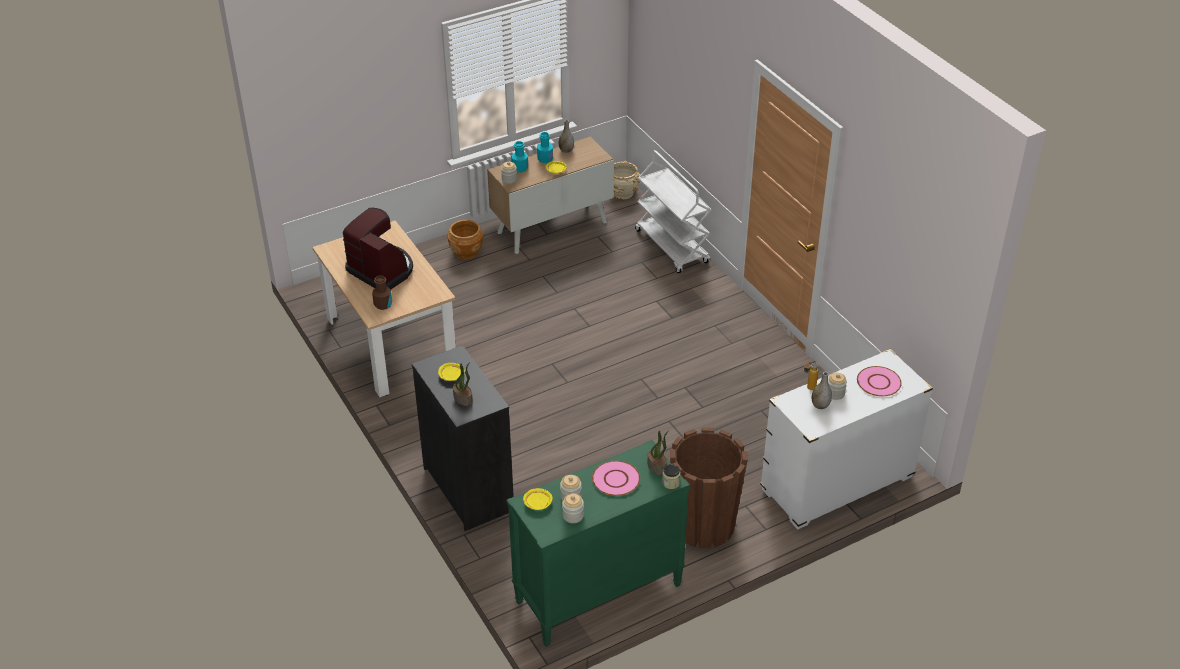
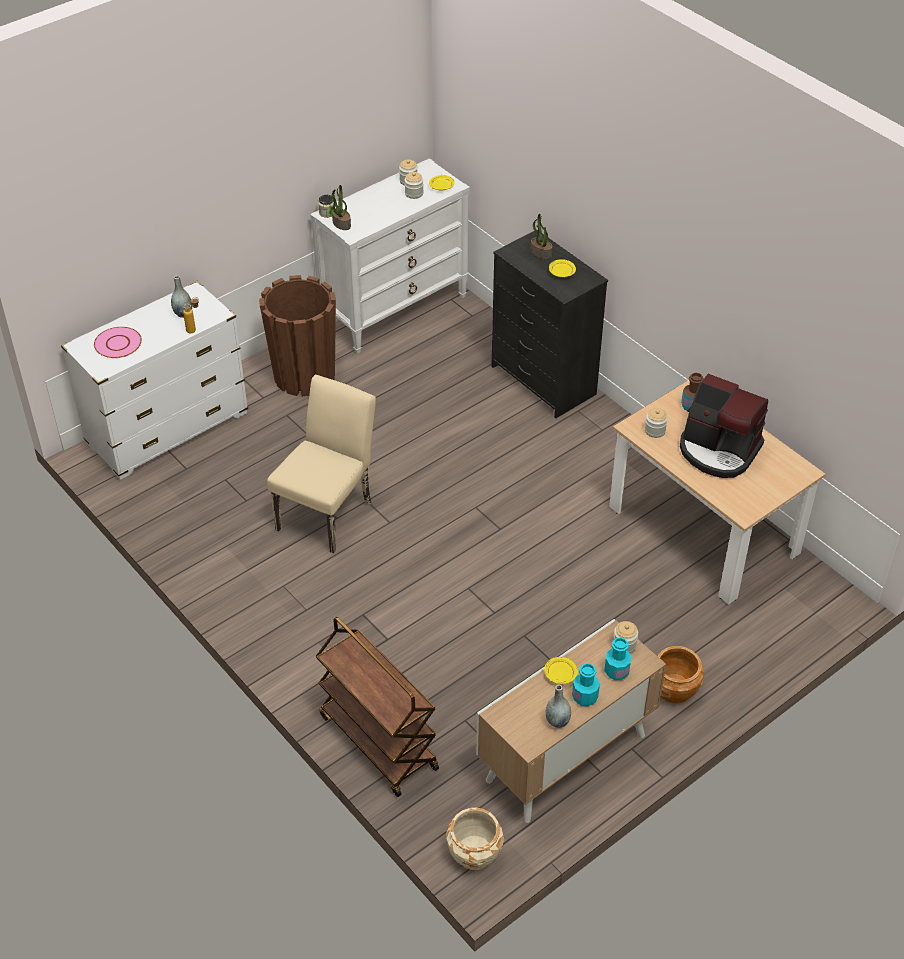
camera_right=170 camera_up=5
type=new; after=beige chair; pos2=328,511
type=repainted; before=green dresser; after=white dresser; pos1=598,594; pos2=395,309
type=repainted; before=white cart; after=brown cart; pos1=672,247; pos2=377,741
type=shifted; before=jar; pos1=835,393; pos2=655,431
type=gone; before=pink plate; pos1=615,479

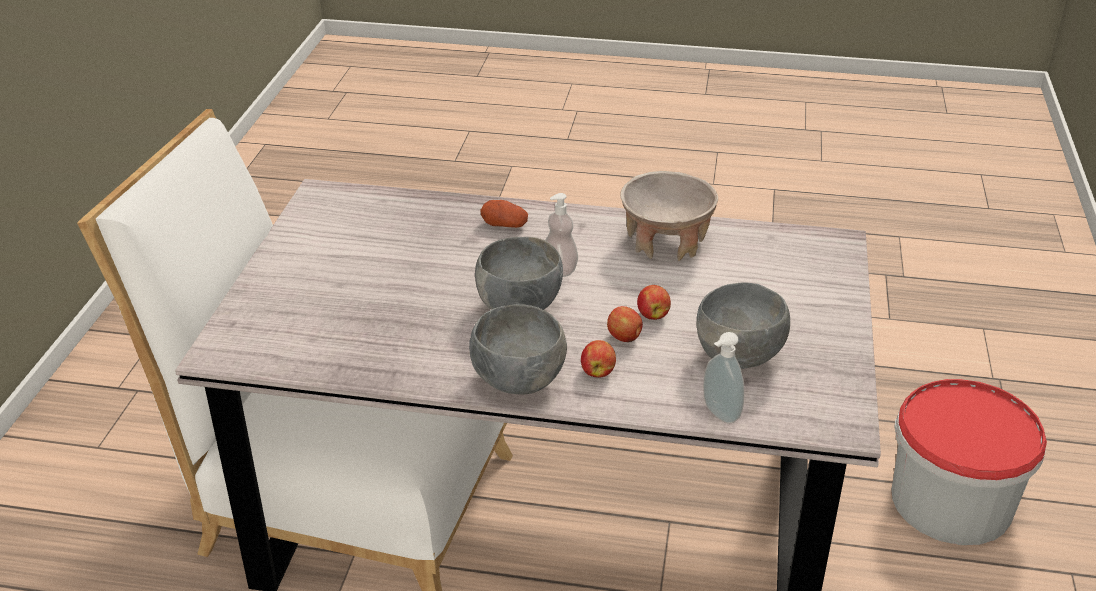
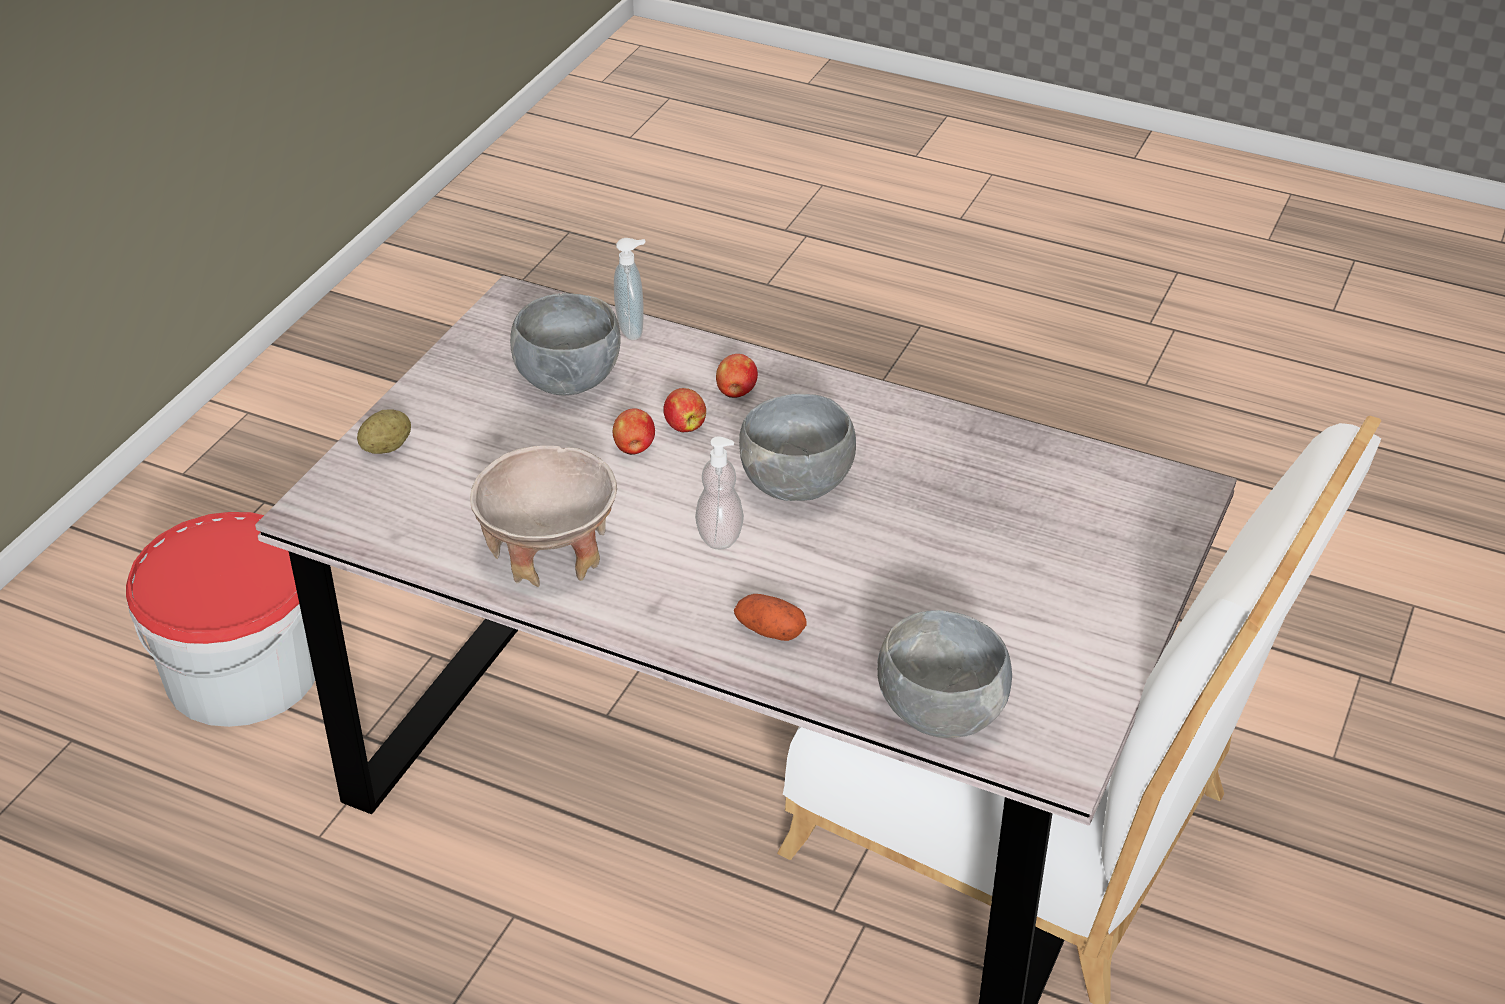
camera_right=-165 camera_up=5
type=new; after=potato; pos2=386,447
type=shifted; before=grey bowl; pos1=517,380; pos2=941,716

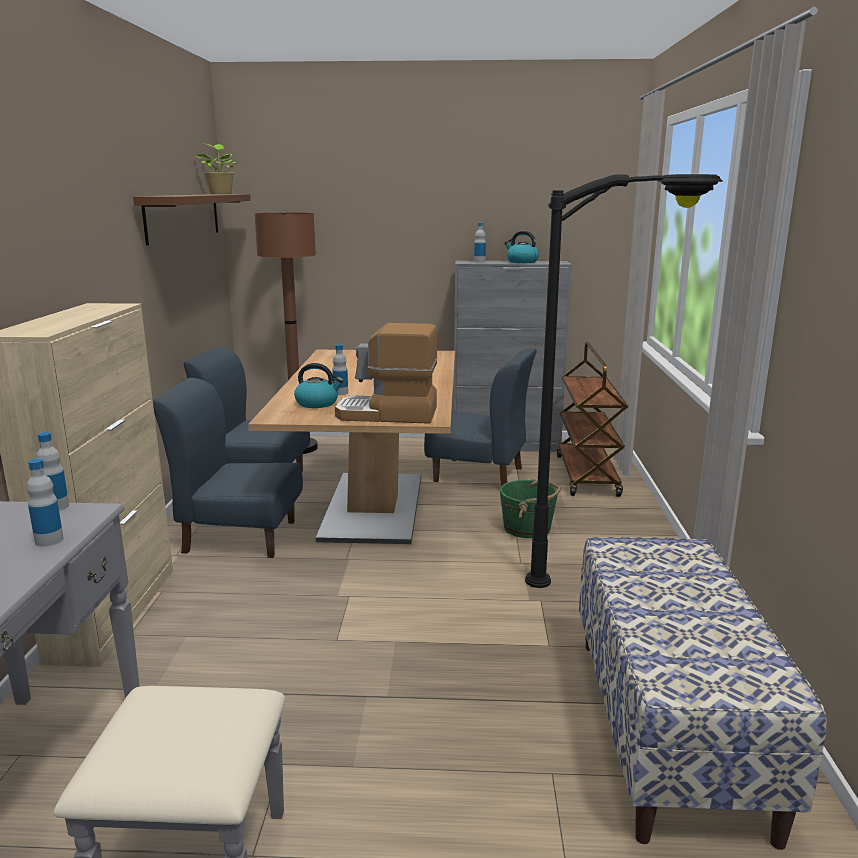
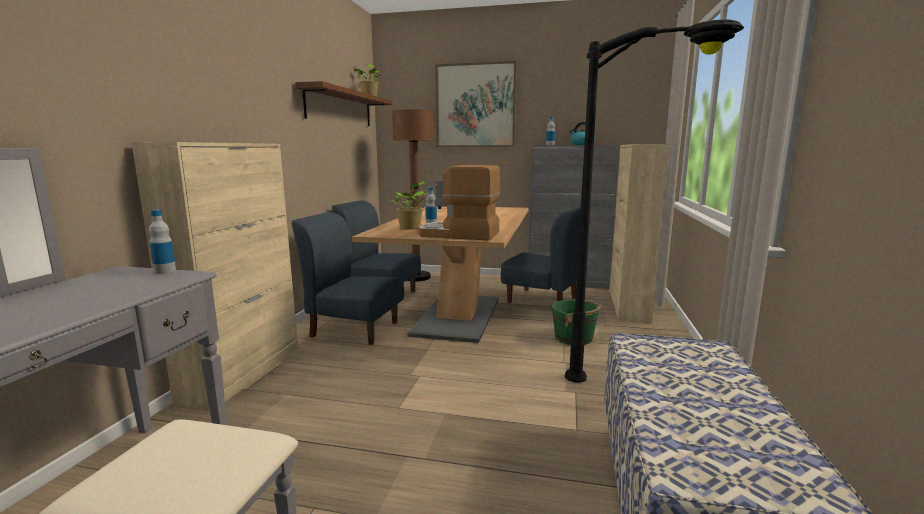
camera_right=10 camera_up=-5
type=swapped; before=kettle; after=potted plant; pos1=317,403; pos2=410,228
type=new; after=picture; pos2=475,105
type=swapped; before=brown cart; after=beige cabinet; pos1=587,476; pos2=628,305
type=gone; before=bottle; pos1=49,540

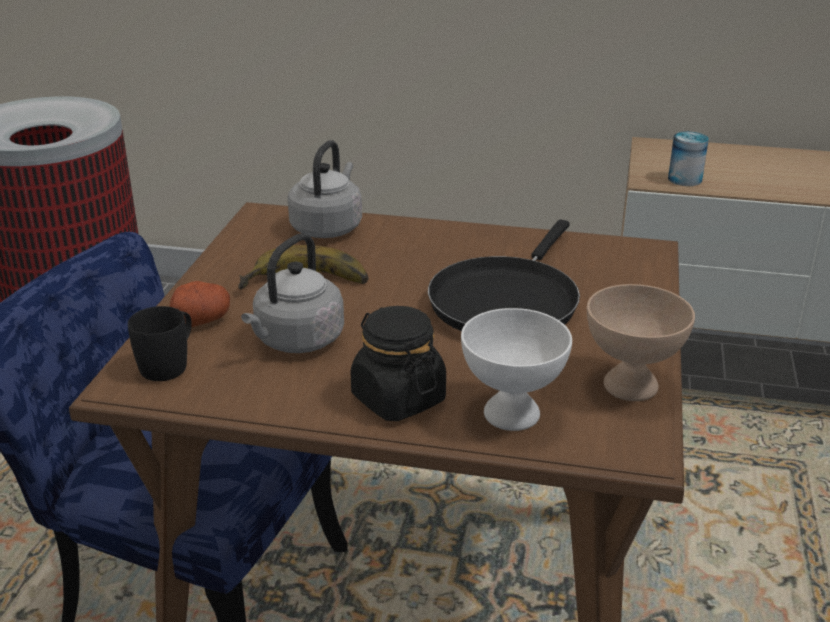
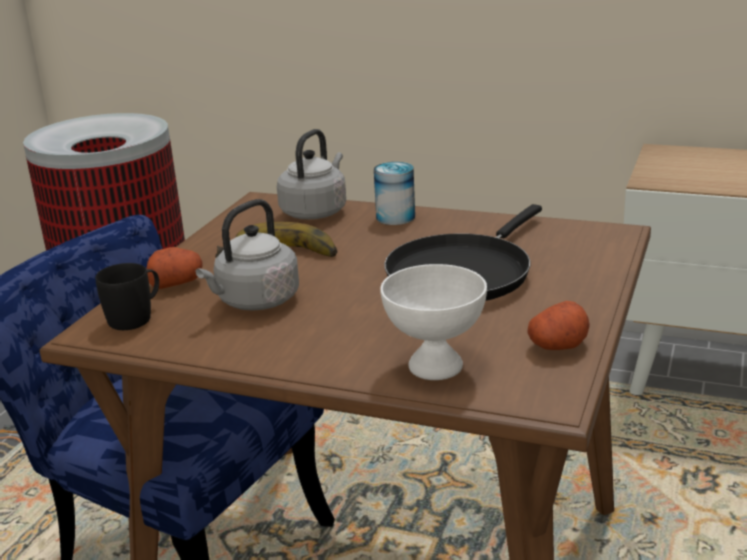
camera_right=10 camera_up=-5
type=shifted; before=can; pos1=685,179; pos2=395,217
type=swapped; before=beige bowl; after=potato; pos1=628,385; pos2=558,346
type=gone; before=black jar; pos1=398,398

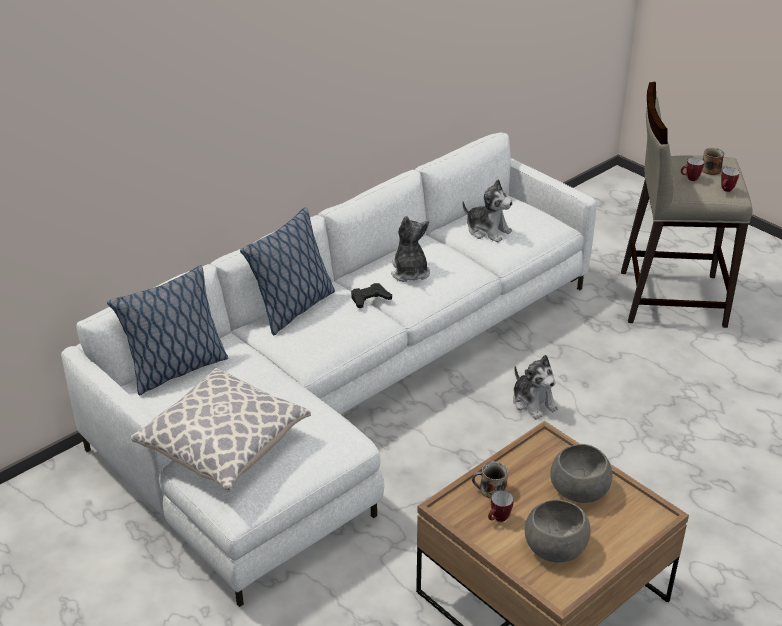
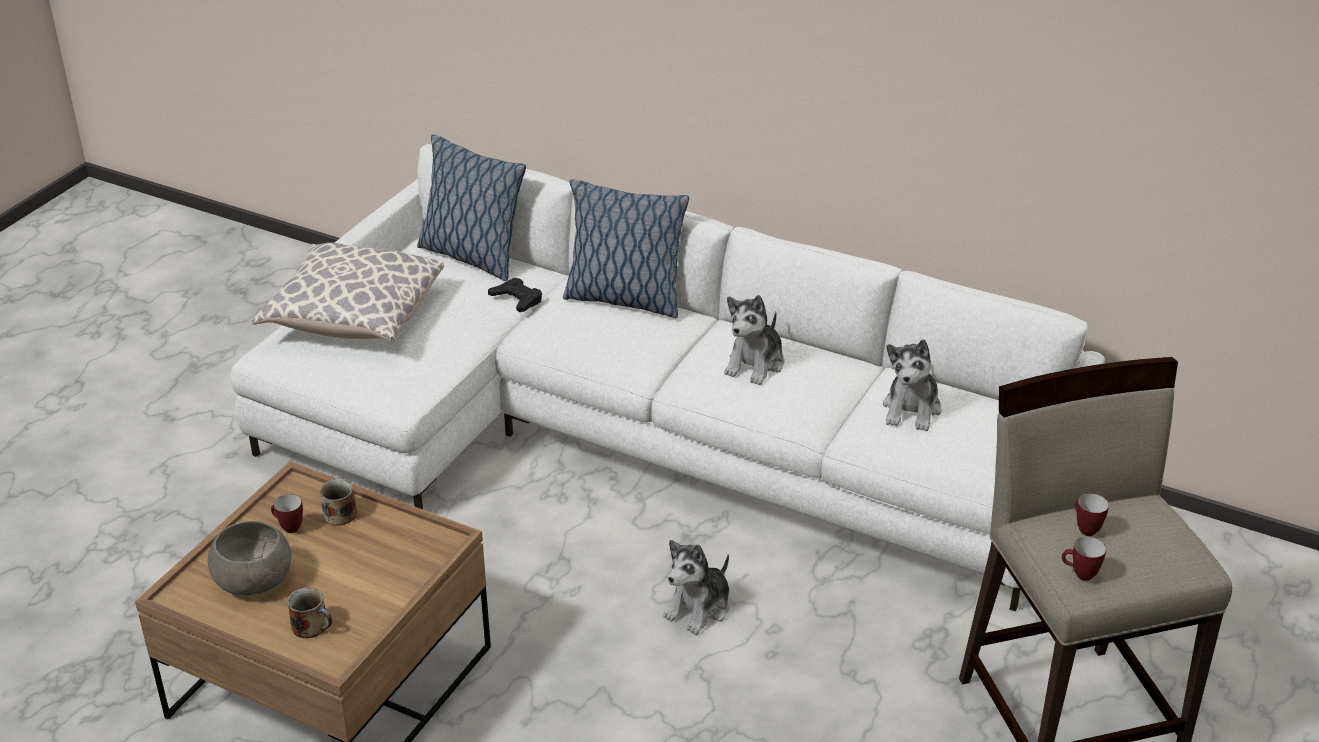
camera_right=70 camera_up=0
type=shifted; before=mug; pos1=711,169; pos2=312,626
type=shifted; before=black game controller; pos1=370,299; pos2=517,299
type=rotated; before=plush toy; pos1=409,272; pos2=755,364; turn=150
type=gone; before=grey bowl; pos1=578,489

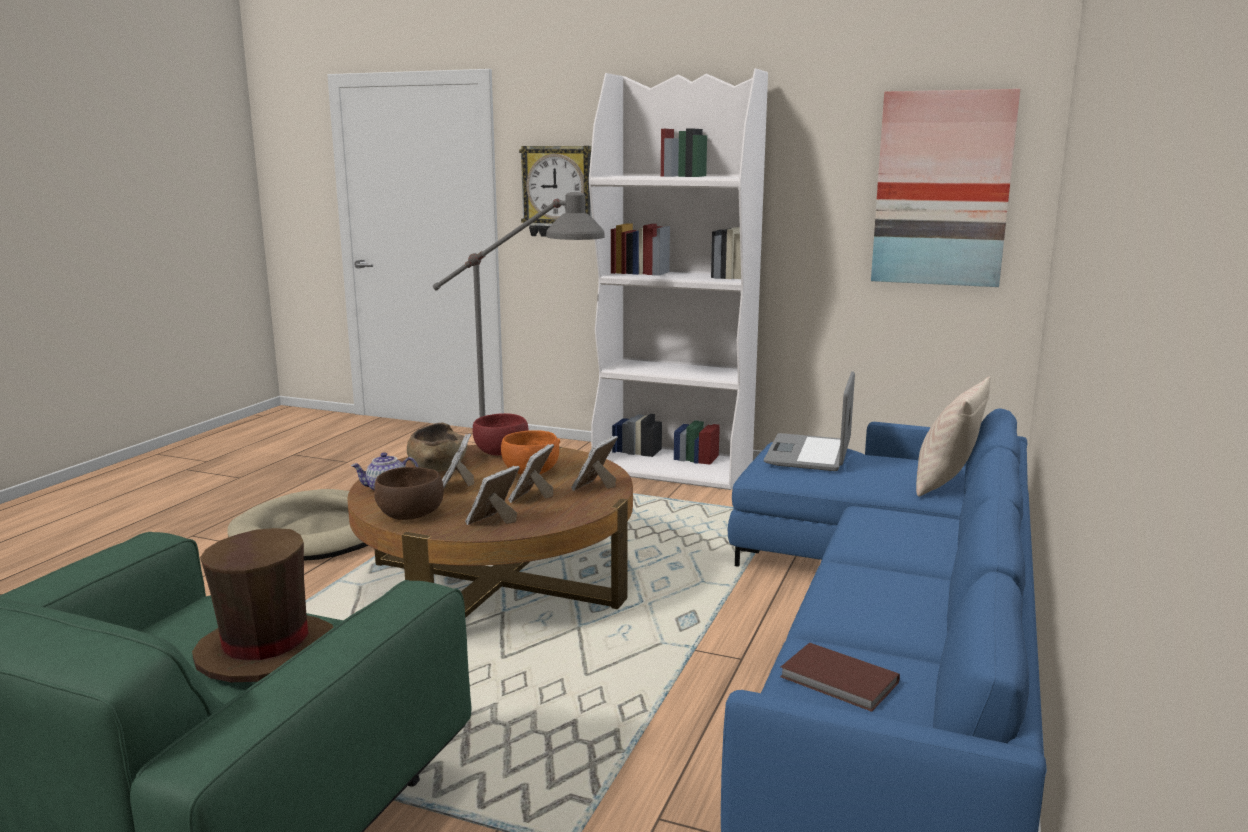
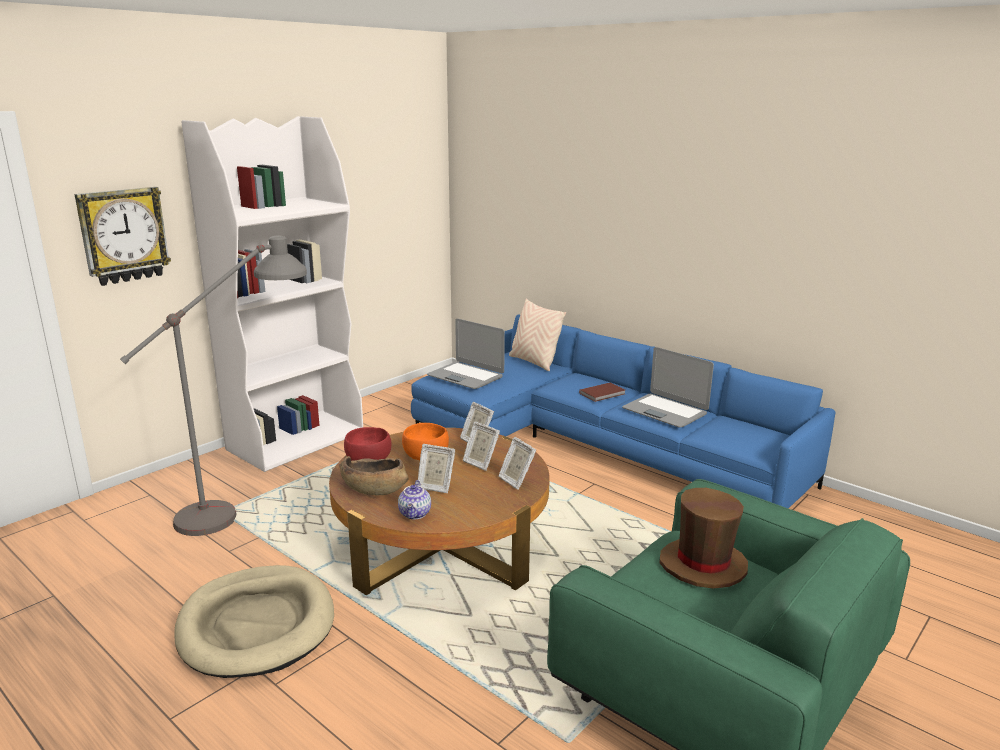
camera_right=-70 camera_up=5
type=shifted; before=brown book; pos1=839,681; pos2=603,394
type=new; after=laptop; pos2=665,411
type=gone; before=brown bowl; pos1=411,515
type=gone; before=picture; pos1=942,189

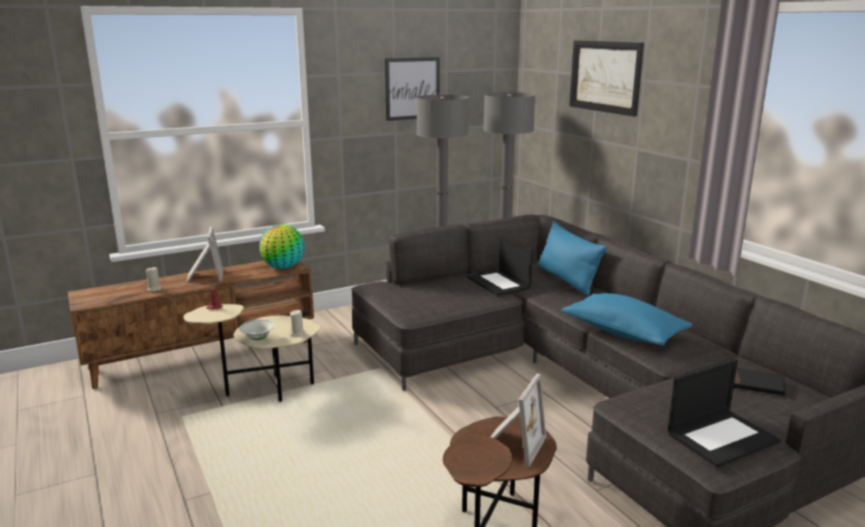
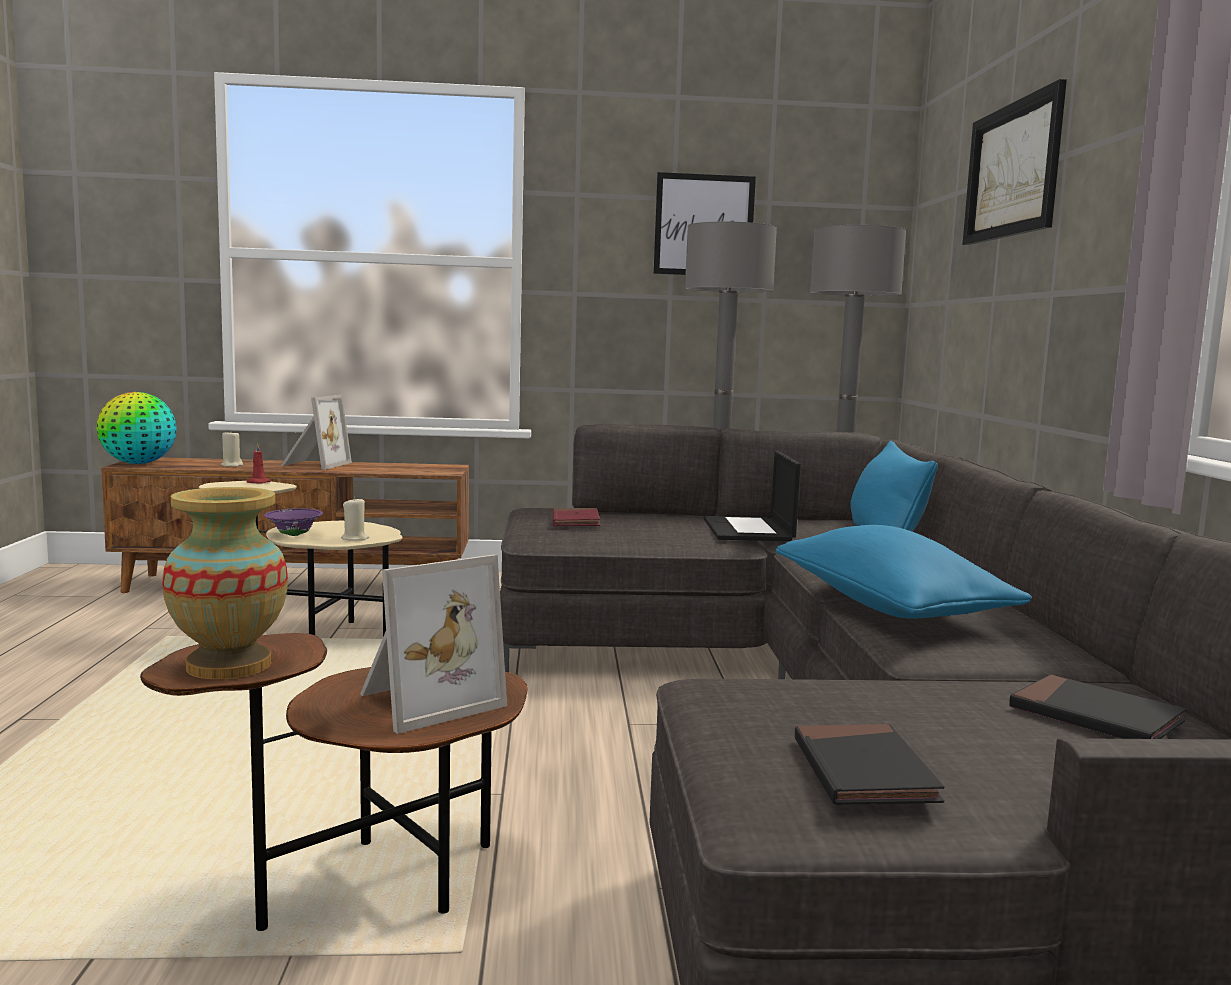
camera_right=25 camera_up=-10
type=shifted; before=globe; pos1=283,267; pos2=139,463
type=new; after=vase; pos2=228,665
type=repainted; before=white bowl; after=purple bowl; pos1=258,338; pos2=294,535
type=new; after=red book; pos2=575,522
type=swapped; before=laptop; after=black book; pos1=722,437; pos2=863,772

